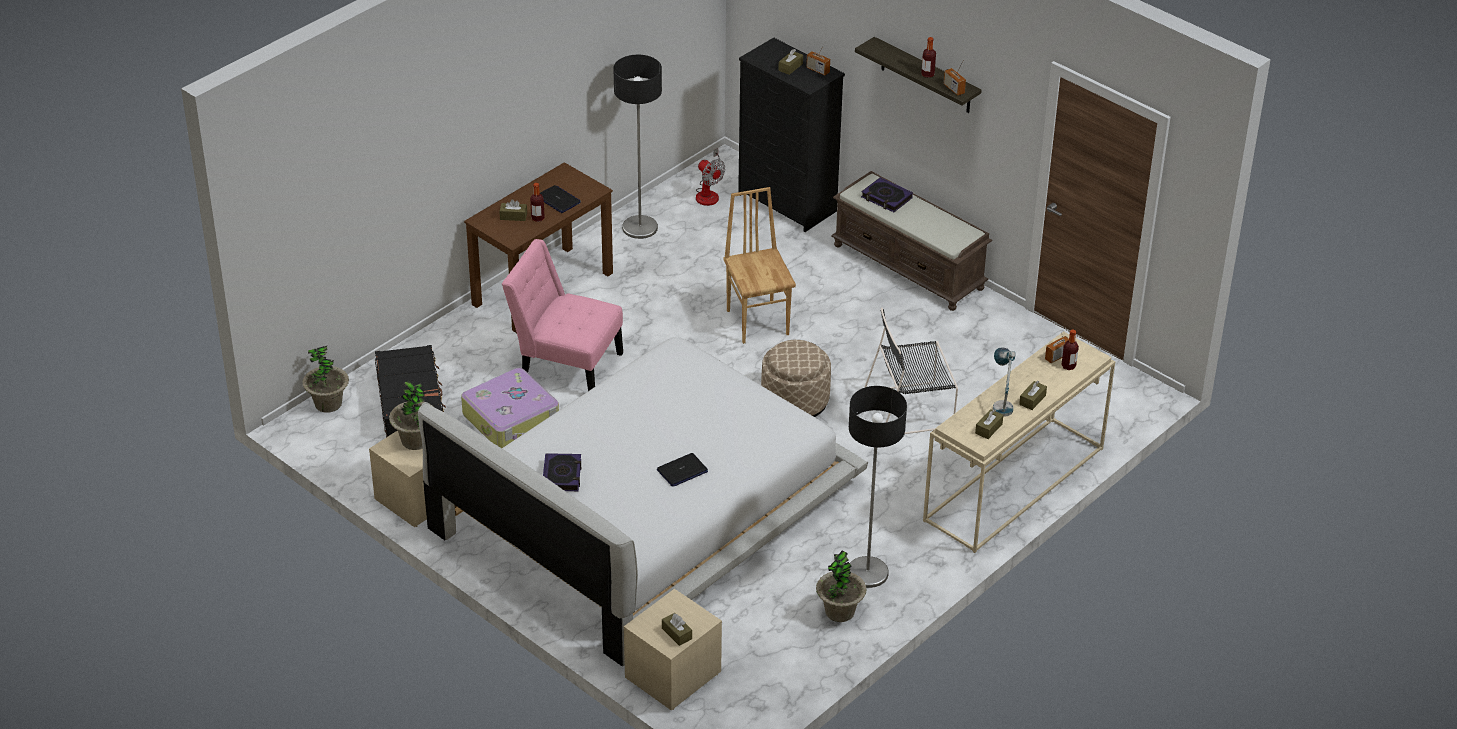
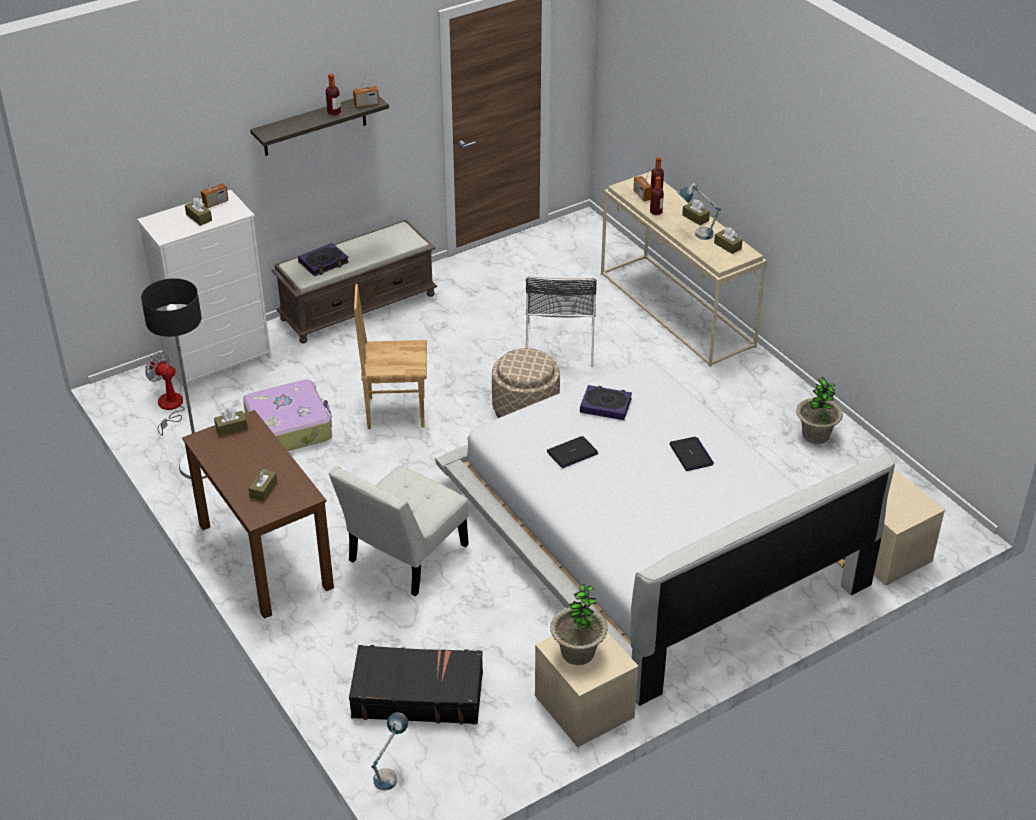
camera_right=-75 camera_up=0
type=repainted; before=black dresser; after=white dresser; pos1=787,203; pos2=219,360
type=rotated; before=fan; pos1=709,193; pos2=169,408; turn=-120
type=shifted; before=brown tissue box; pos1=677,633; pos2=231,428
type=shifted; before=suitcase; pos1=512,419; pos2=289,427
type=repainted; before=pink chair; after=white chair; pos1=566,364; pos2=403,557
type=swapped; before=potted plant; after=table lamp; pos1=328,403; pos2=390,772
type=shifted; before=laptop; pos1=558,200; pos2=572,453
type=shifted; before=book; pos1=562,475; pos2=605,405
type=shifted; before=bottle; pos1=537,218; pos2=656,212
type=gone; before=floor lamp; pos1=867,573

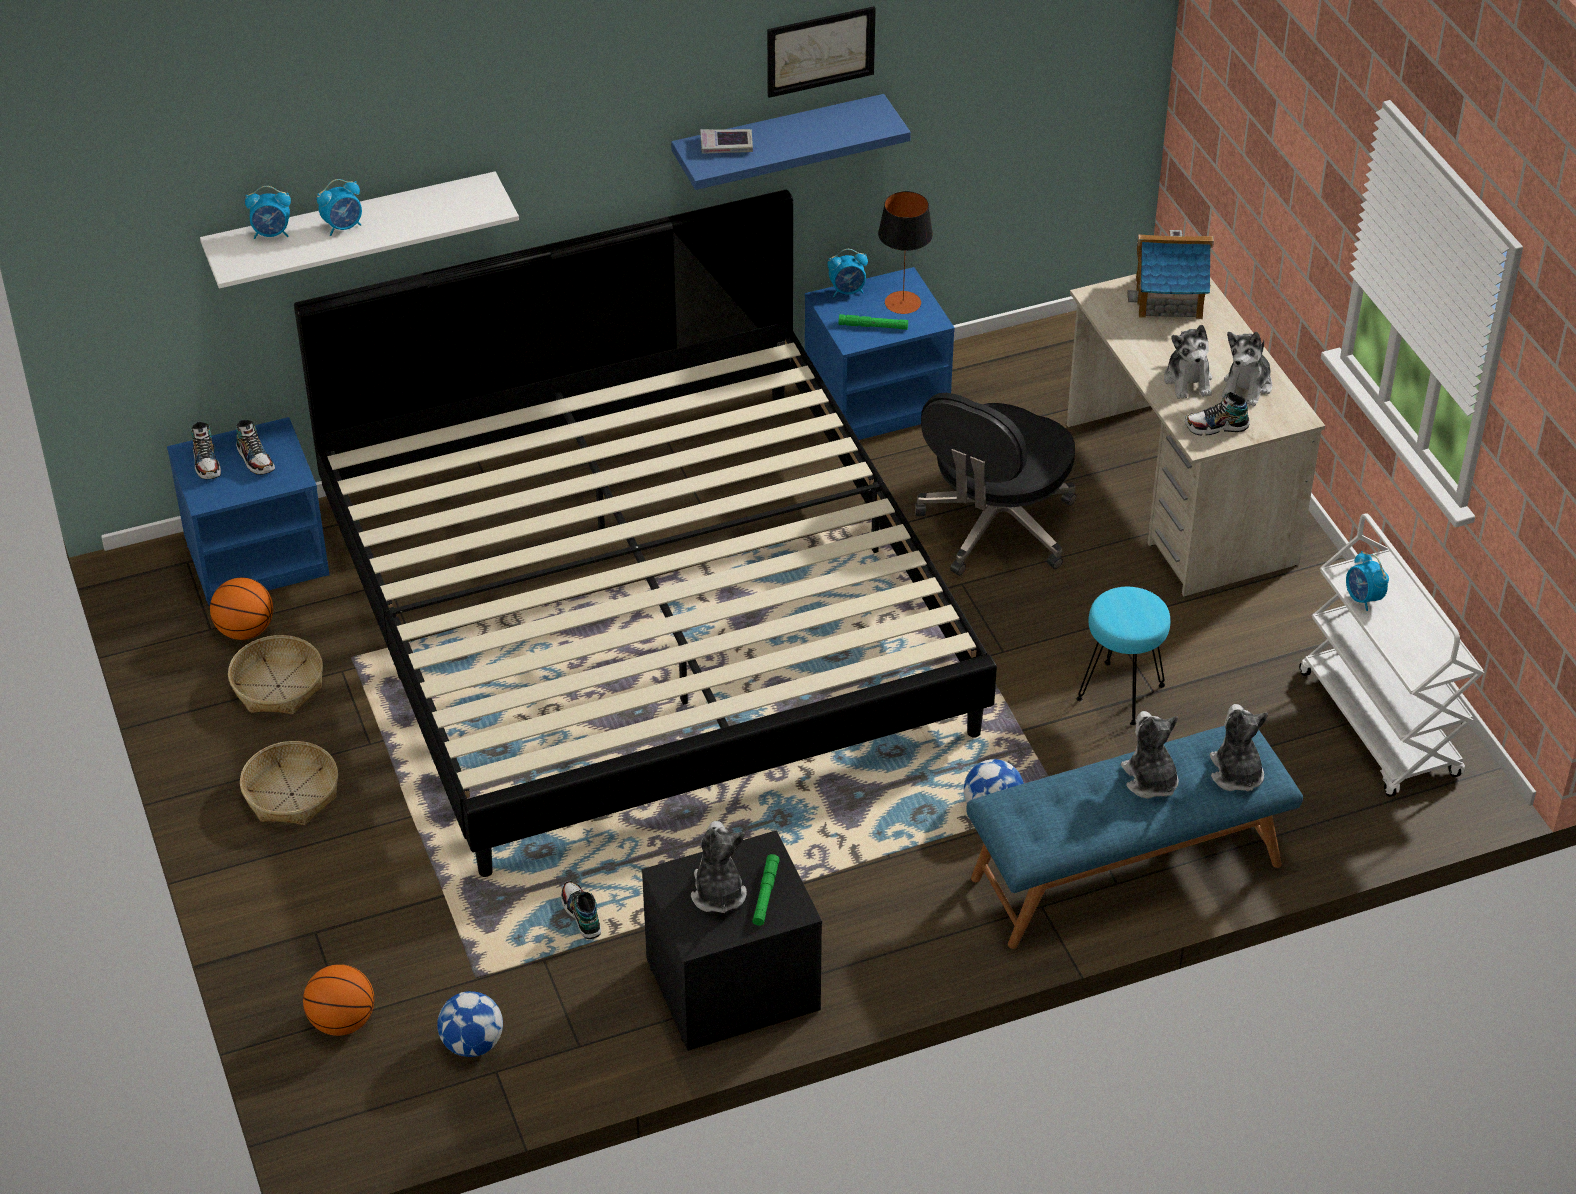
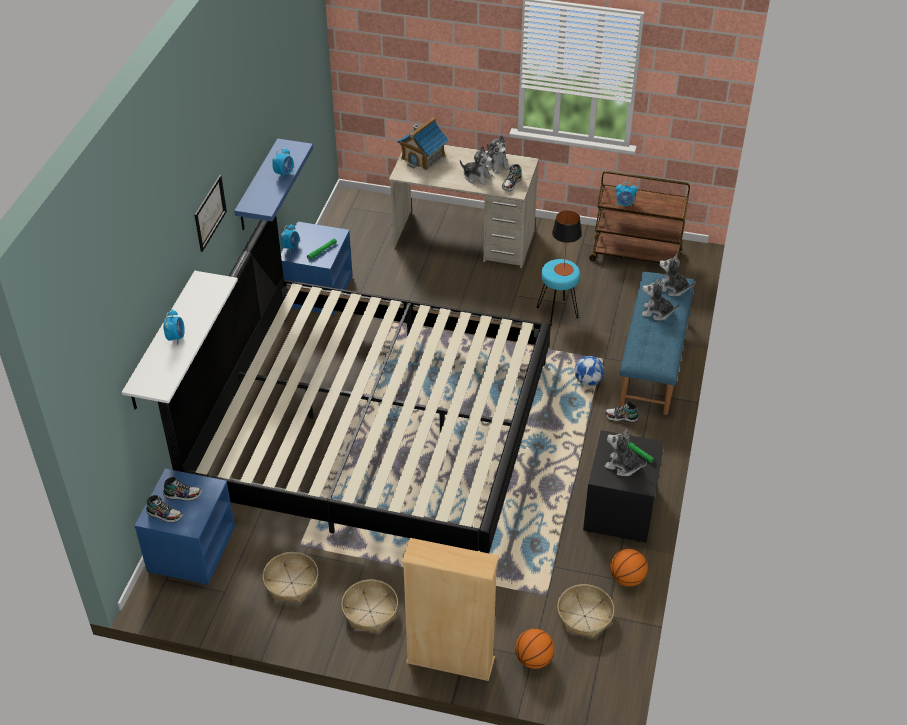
camera_right=-55 camera_up=0
type=shifted; before=picture; pos1=820,51; pos2=210,212
type=shifted; before=alarm clock; pos1=272,233; pos2=284,173
type=new; after=beige bookcase; pos2=450,660
type=shifted; before=table lamp; pos1=903,303; pos2=564,269
type=swapped; before=football; after=basket; pos1=472,1043; pos2=584,616
type=repainted; before=white cart; after=brown cart; pos1=1380,725; pos2=636,256
type=shifted; before=shoe; pos1=581,915; pos2=621,417
type=shifted; before=basketball; pos1=245,630; pos2=627,578
type=gone; before=book; pos1=726,145
type=gone; before=black office chair; pos1=995,527

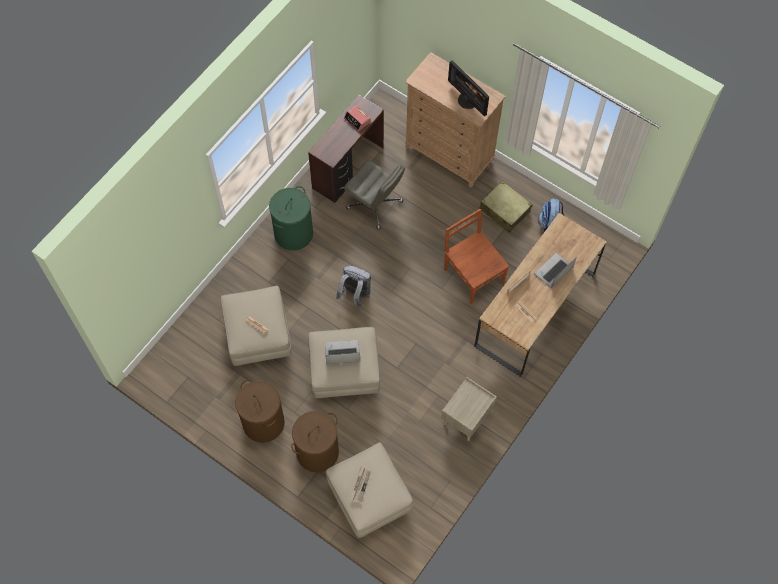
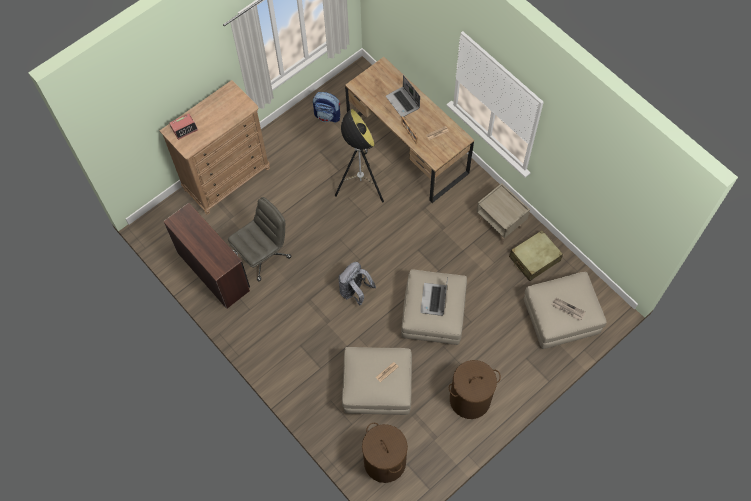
camera_right=-75 camera_up=0
type=shifted; before=alarm clock; pos1=357,120; pos2=184,128
type=swapped; before=brown chair; after=floor lamp; pos1=473,275; pos2=360,188
type=shifted; before=brown laundry basket; pos1=317,452; pos2=384,461
type=shifted; before=beige suitcase; pos1=504,210; pos2=534,259
type=gone; before=green laundry basket; pos1=293,233
type=gone; before=monitor; pos1=468,100

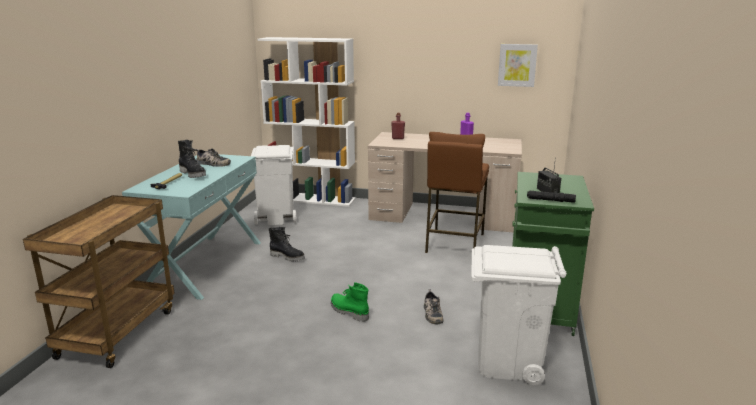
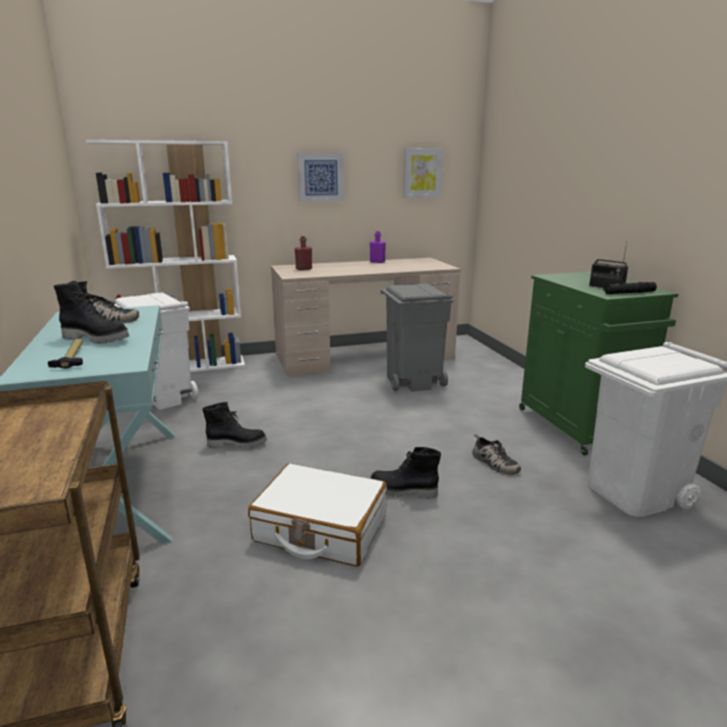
camera_right=-30 camera_up=0
type=new; after=white suitcase; pos2=320,529
type=new; after=picture; pos2=320,177
type=repainted; before=green boot; after=black boot; pos1=348,312; pos2=403,491
type=swapped; before=brown stool; after=grey trash can; pos1=454,243; pos2=413,381

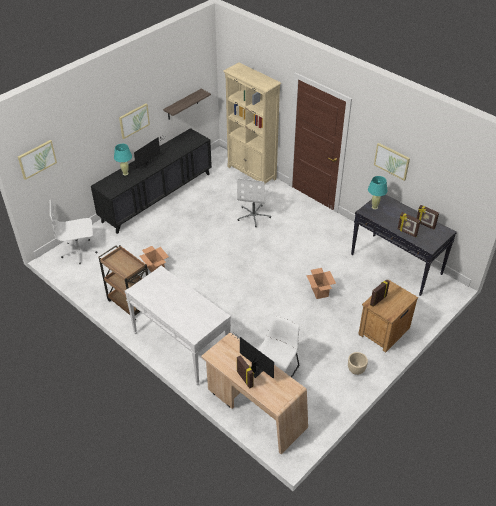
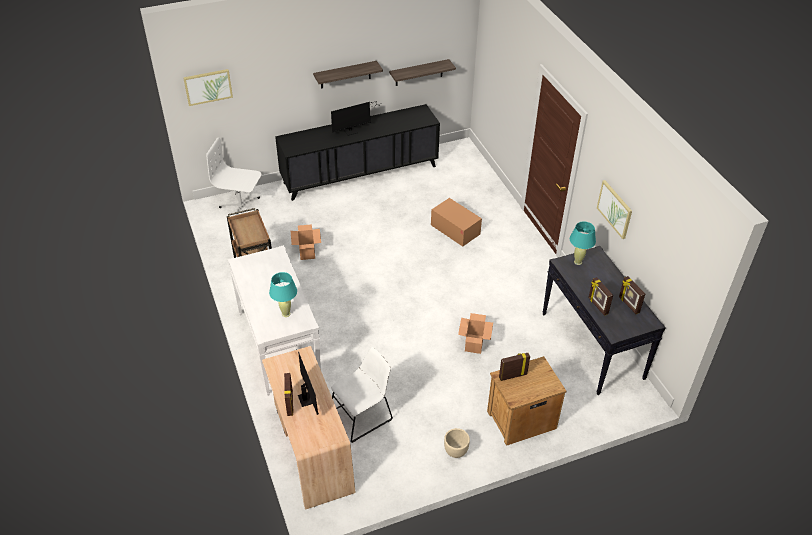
camera_right=25 camera_up=0
type=shifted; before=turquoise table lamp; pos1=125,173; pos2=286,314
type=swapped; before=picture; after=shelf; pos1=134,120; pos2=345,74
type=swapped; before=white office chair; after=cardboard box; pos1=254,215; pos2=455,229
type=gone; before=beige bookcase; pos1=252,173

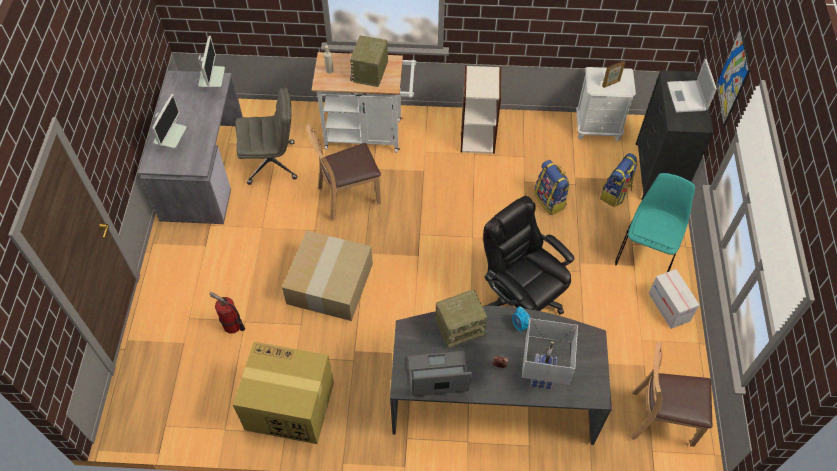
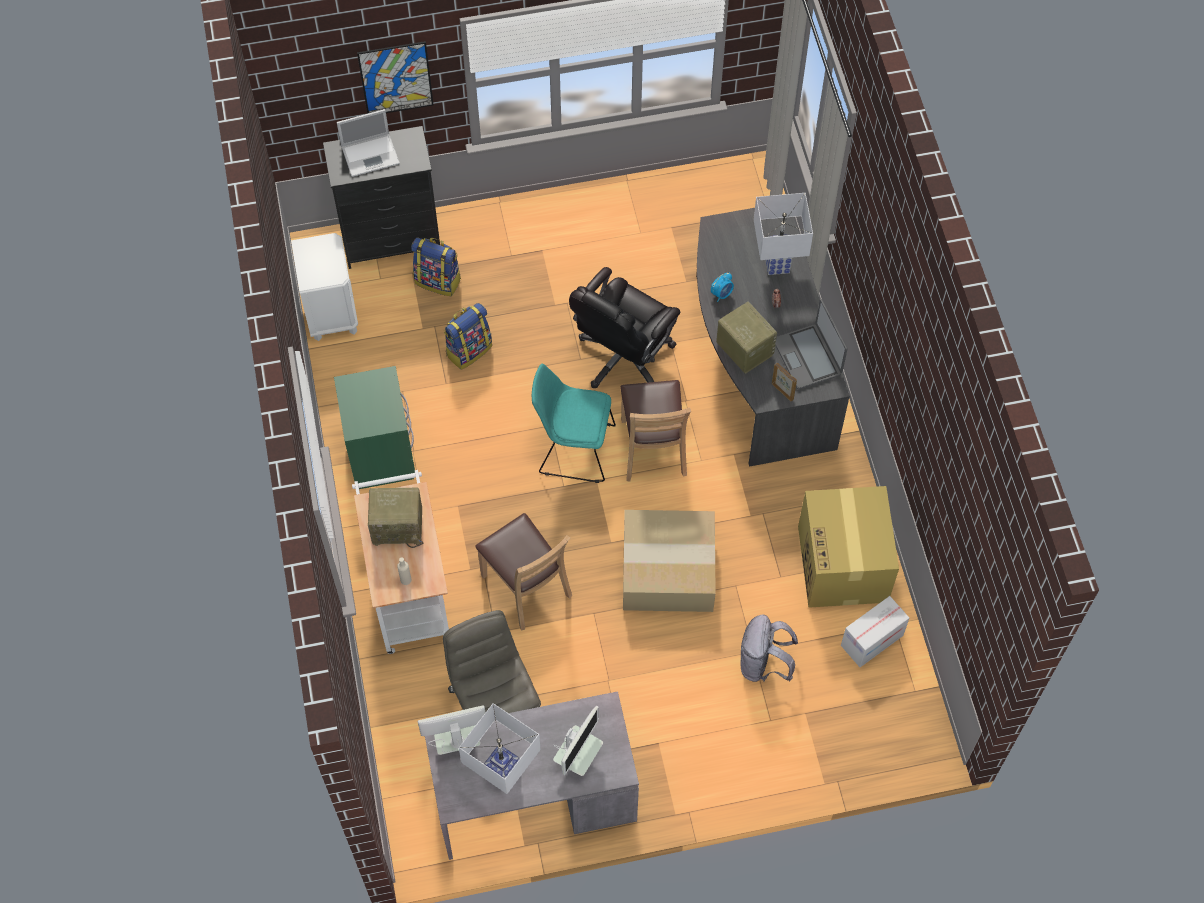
camera_right=-105 camera_up=5
type=swapped; before=bookcase; after=green nightstand; pos1=477,137; pos2=381,452
type=new; after=white table lamp; pos2=503,775
type=shifted; before=turquoise chair; pos1=647,253; pos2=573,448
type=rotated; before=monitor; pos1=173,144; pos2=577,757; turn=120
type=shifted; before=brown chair; pos1=661,419; pos2=652,448
type=swapped; before=fire extinguisher; after=grey backpack; pos1=232,326; pos2=763,664
type=shifted; before=picture frame; pos1=611,83; pos2=782,391
type=shifted; before=cardboard box; pos1=669,307; pos2=872,640

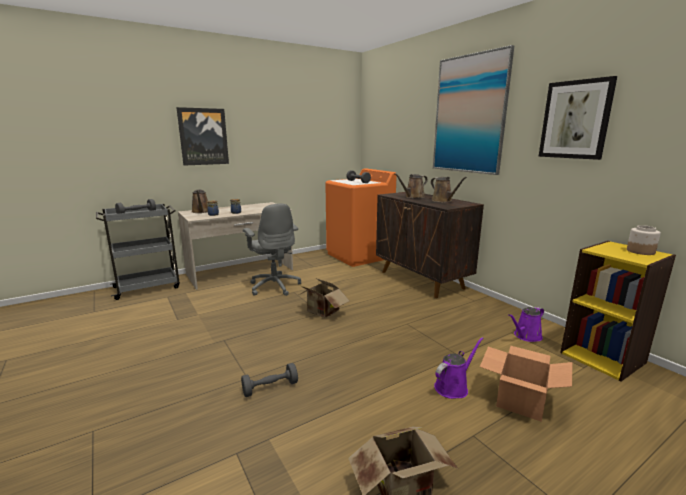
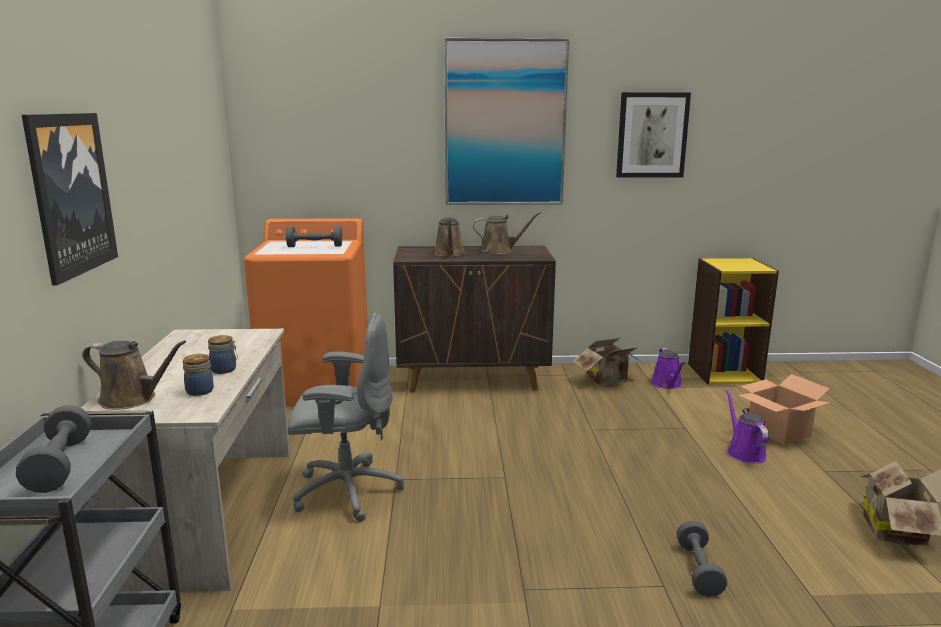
camera_right=-60 camera_up=0
type=shifted; before=cardboard box; pos1=322,313; pos2=609,381
type=gone; before=jar; pos1=640,251

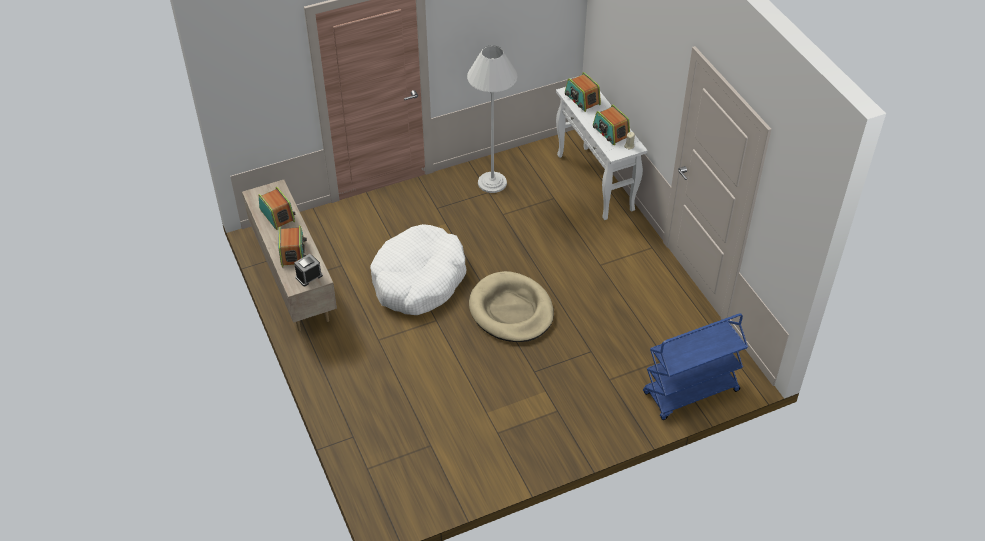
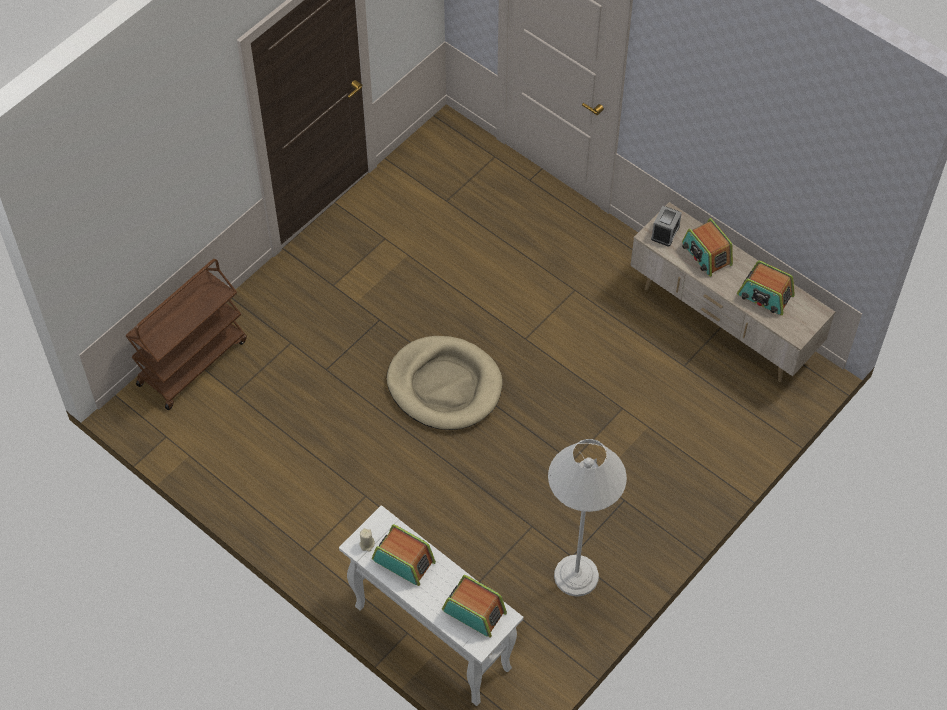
camera_right=155 camera_up=10
type=repainted; before=blue cart; after=brown cart; pos1=690,393; pos2=192,361
type=gone; before=white dog bed; pos1=418,280

